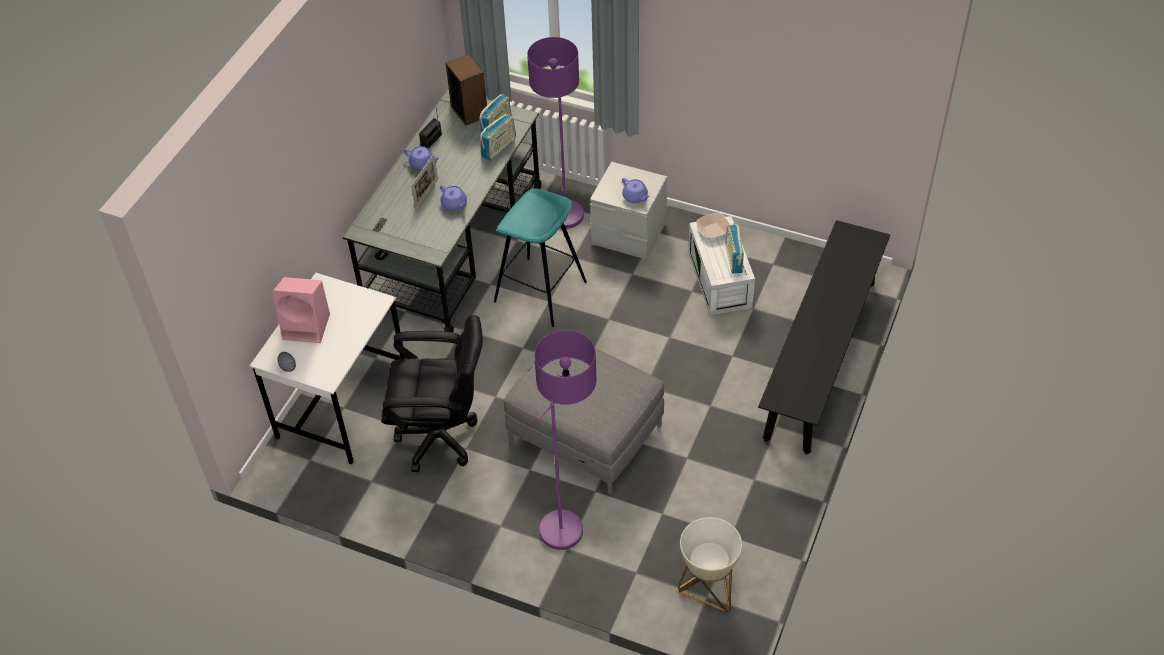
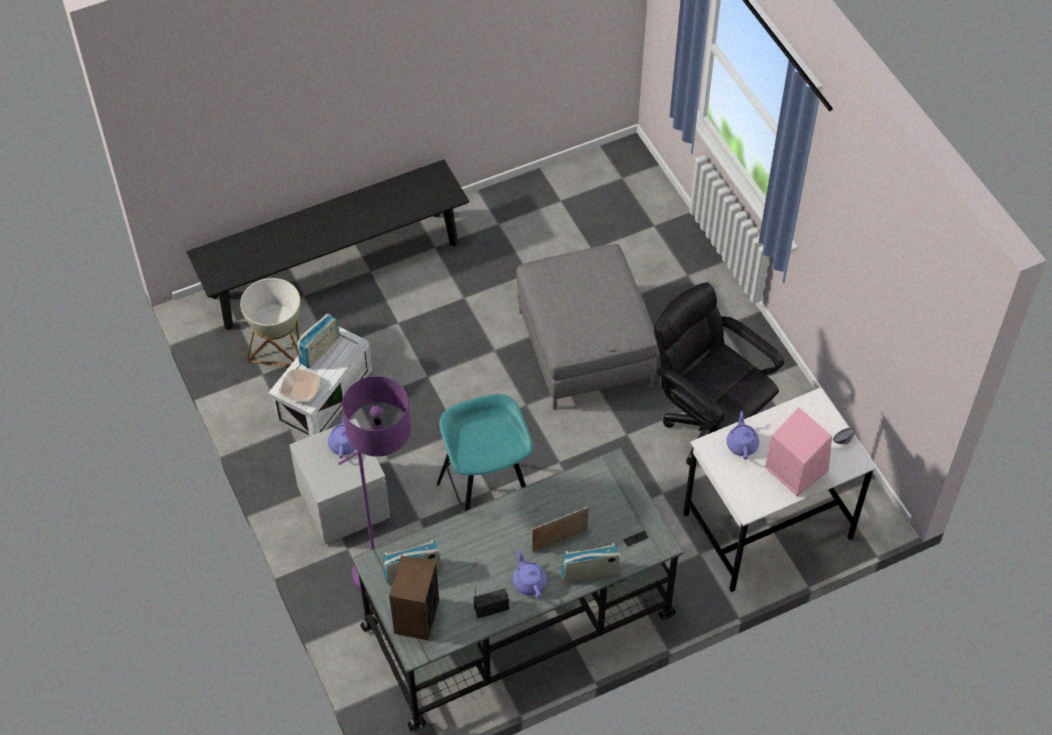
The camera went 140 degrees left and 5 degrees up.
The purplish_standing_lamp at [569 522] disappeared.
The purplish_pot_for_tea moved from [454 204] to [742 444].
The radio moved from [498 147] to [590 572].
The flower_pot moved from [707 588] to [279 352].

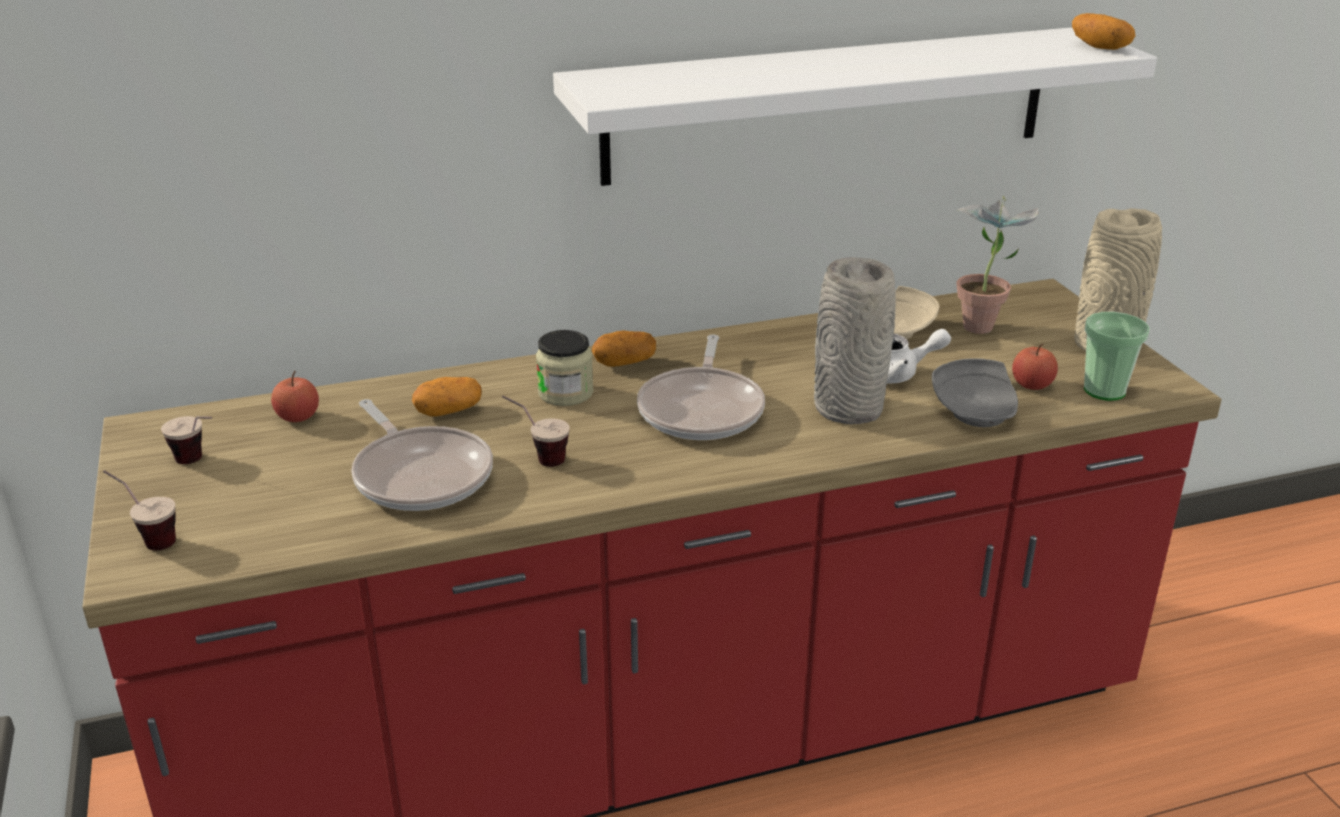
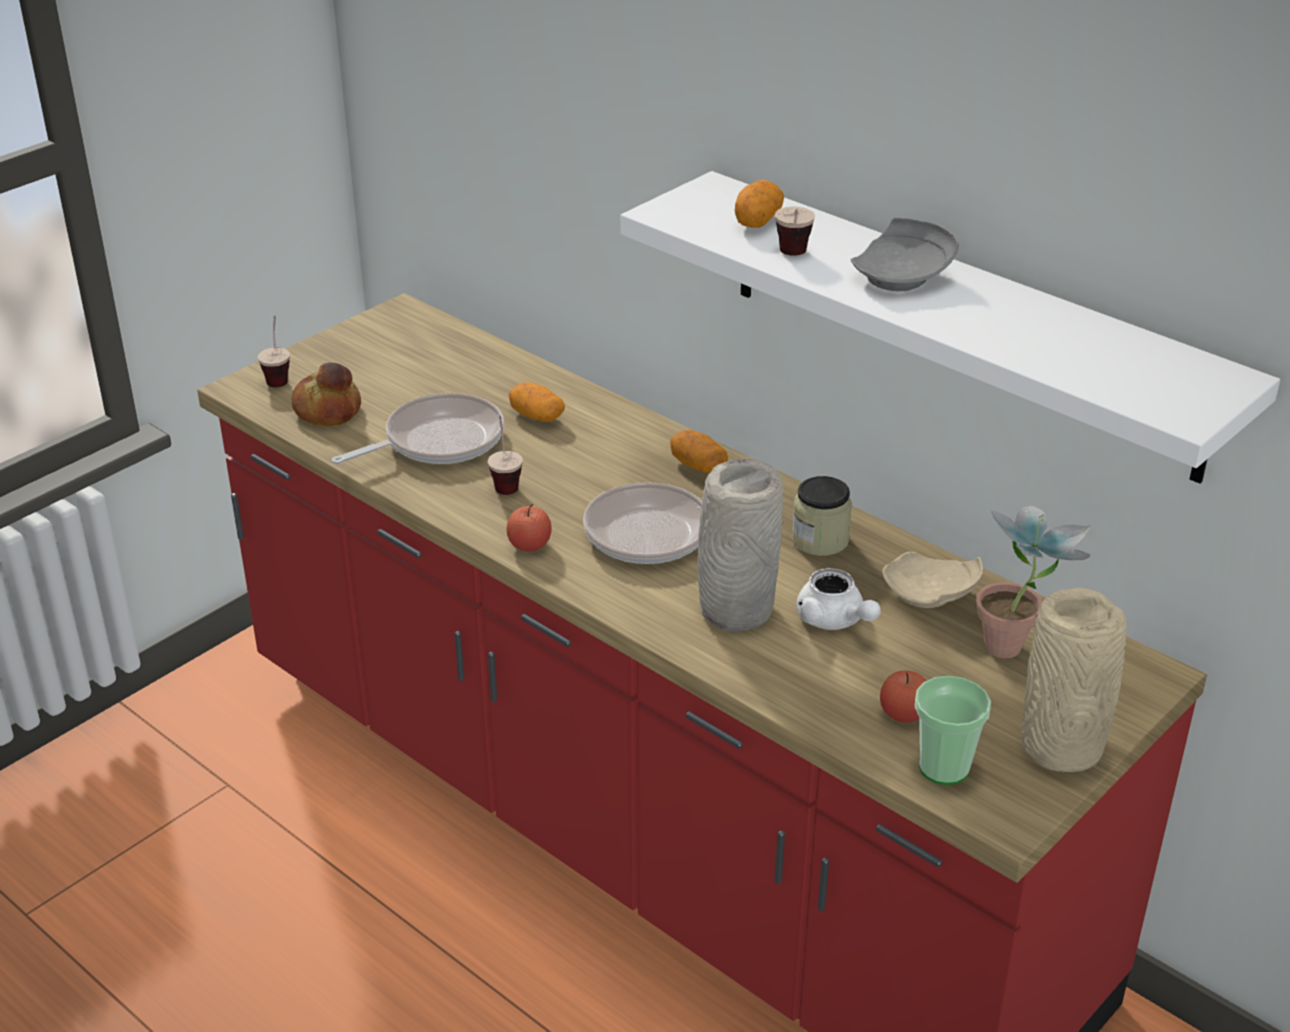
The camera went 60 degrees right and 5 degrees up.
The bread at [328 410] appeared.
The small_cup moved from [199 463] to [793 258].
The apple moved from [298 417] to [529 545].
The preserve_jar moved from [565 393] to [820 540].
The grey_dinner_plate moved from [976 410] to [903 276].
The whole_potato moved from [1100 47] to [757 221].
The frying_pan at [420 474] turned 150 degrees counterclockwise.

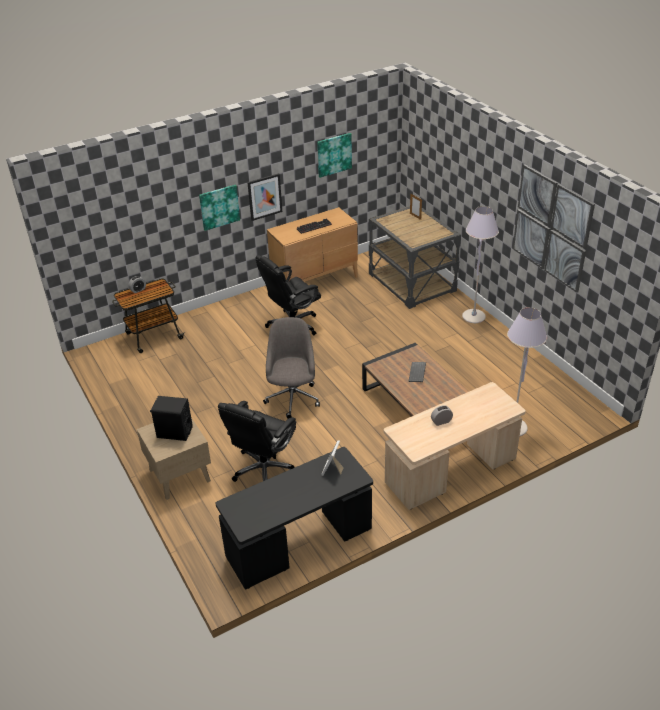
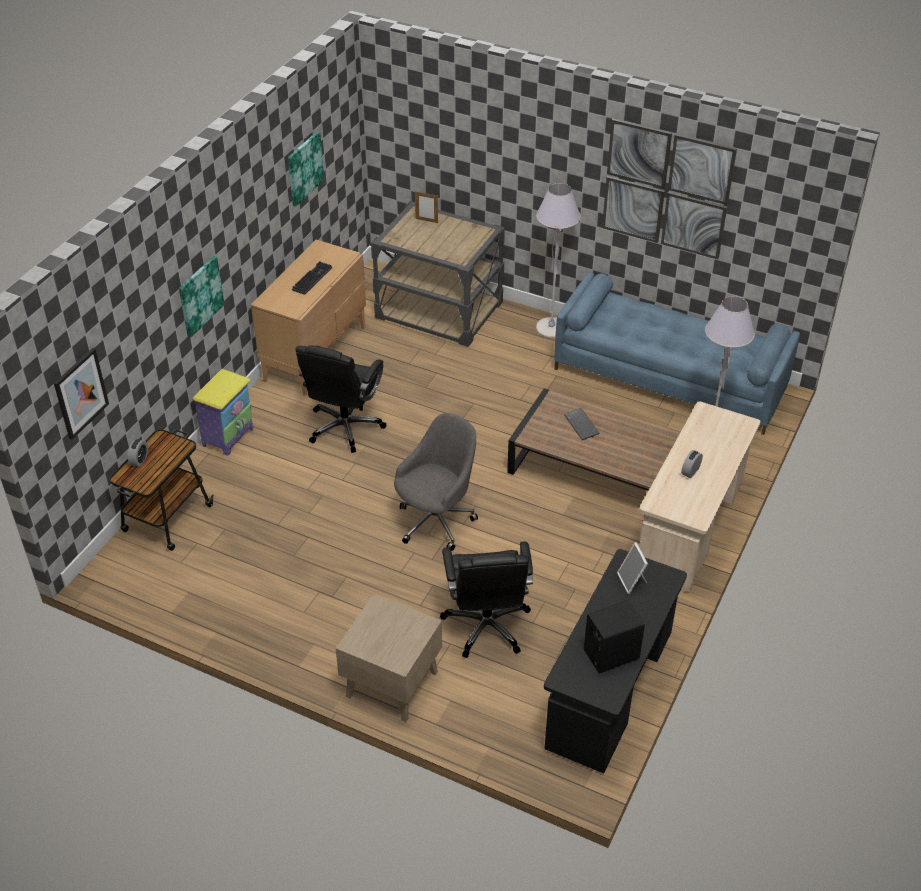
The camera went 35 degrees left and 5 degrees up.
The bedside_table at [230 437] appeared.
The blue-coloured_settee at [670 378] appeared.
The black_speaker moved from [174 432] to [611 654].
The picture moved from [264 196] to [80 393].
The grey_computer_chair at [292 398] turned 75 degrees clockwise.

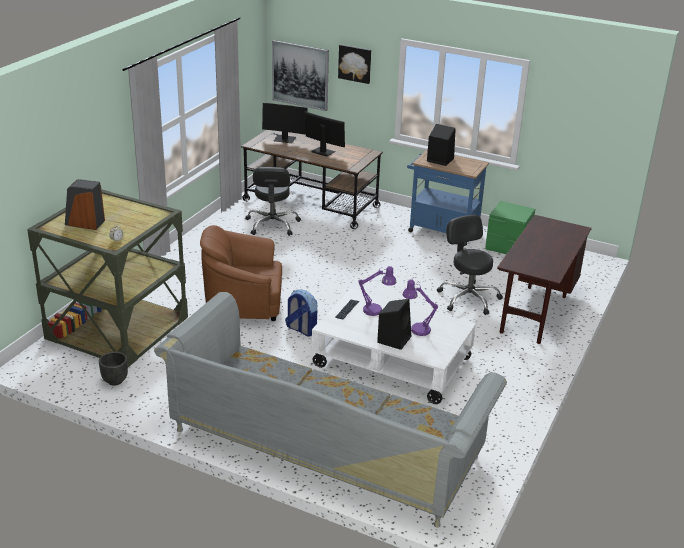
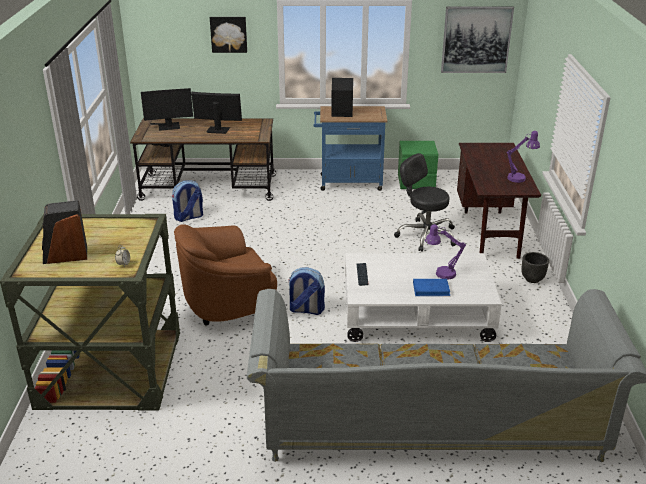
The camera went 25 degrees left and 0 degrees up.
The black_flower_pot moved from [114 381] to [532 279].
The picture moved from [300 75] to [476 40].
The purplish_table_lamp moved from [376 311] to [520 178].
The black_computer_chair at [272 226] was replaced by the rucksack at [189 217].
The black_speaker at [394 339] was replaced by the blue-coloured_book at [431 289].

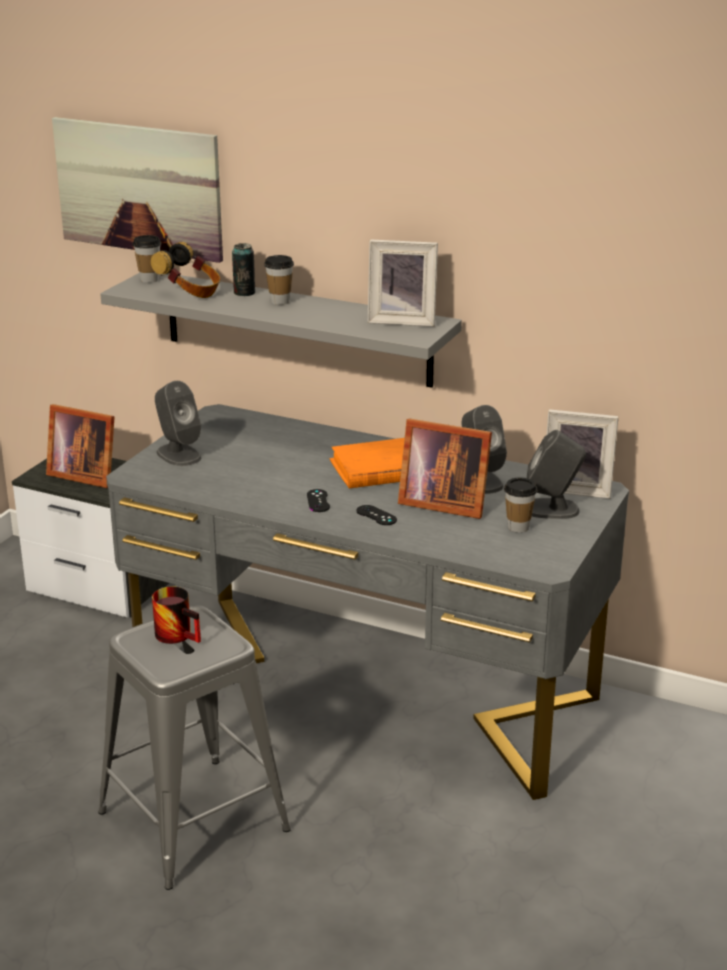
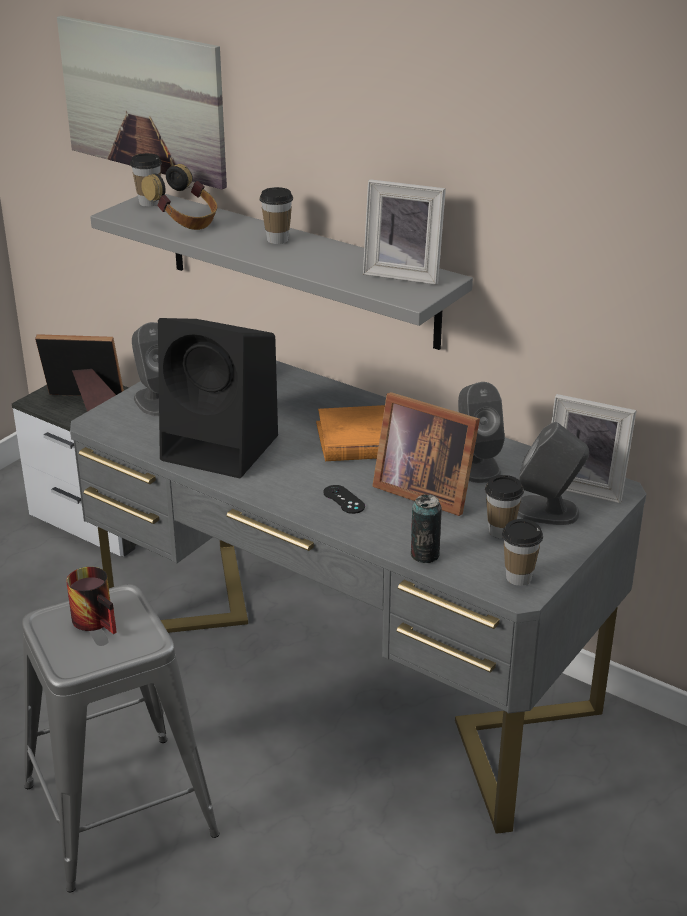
The camera went 10 degrees right and 5 degrees up.
The black_joypad at [318 501] disappeared.
The black_speaker at [223 448] appeared.
The small_cup at [518 578] appeared.
The can moved from [244 293] to [425 555].
The picture_frame at [83 474] turned 150 degrees clockwise.

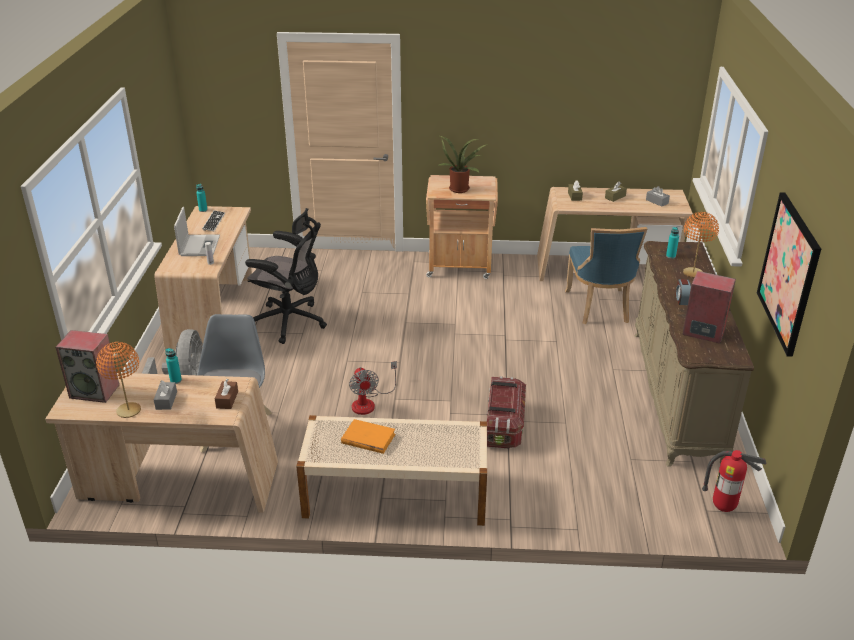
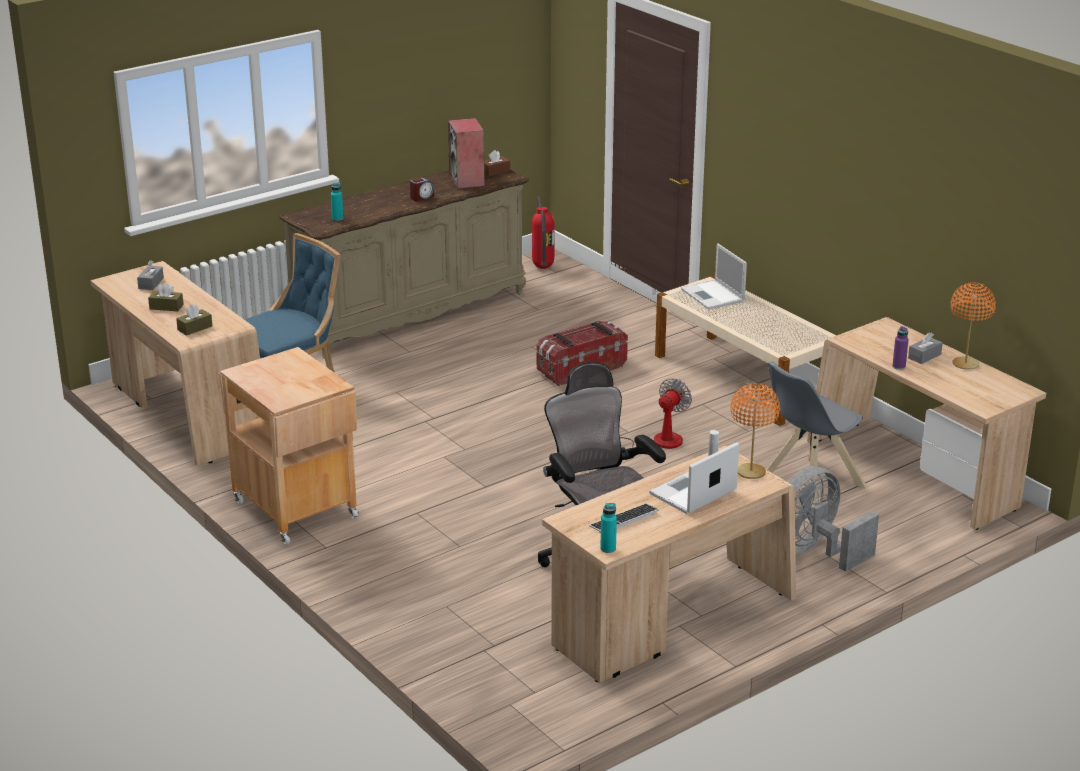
The camera went 130 degrees left and 5 degrees down.
The speaker at [95 391] disappeared.
The orangey_book at [368 439] disappeared.
The plant_in_a_pot at [460 188] disappeared.
The picture at [788 273] disappeared.
The laptop at [713 296] appeared.
The brownish_tissue_box moved from [227 400] to [495 171].
The orangey_table_lamp moved from [693 273] to [750 472].
The blue-green_drink_bottle at [176 380] became the purplish_drink_bottle at [898 366].

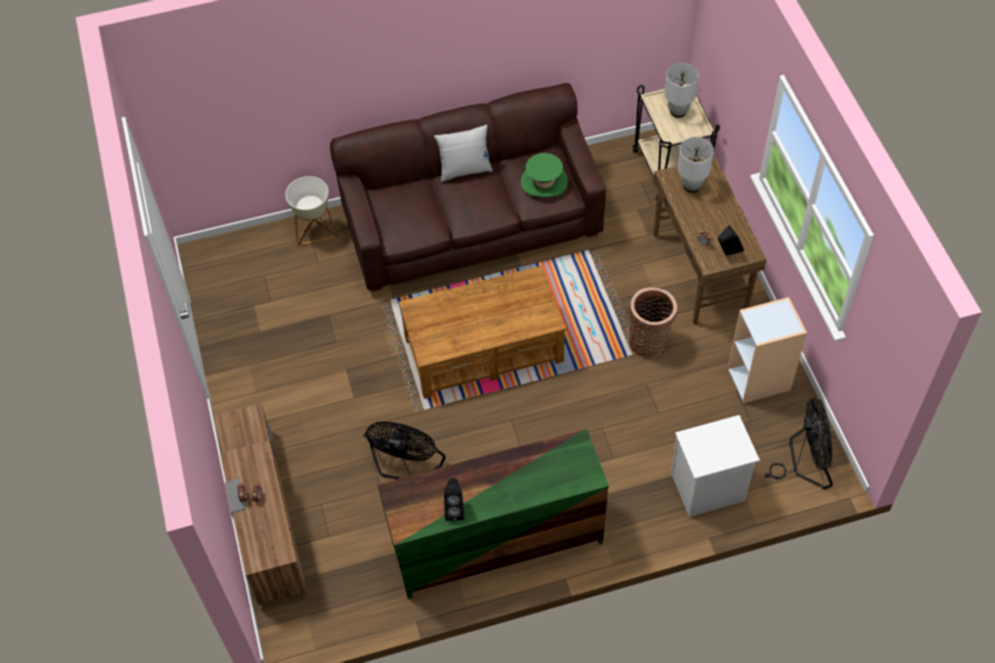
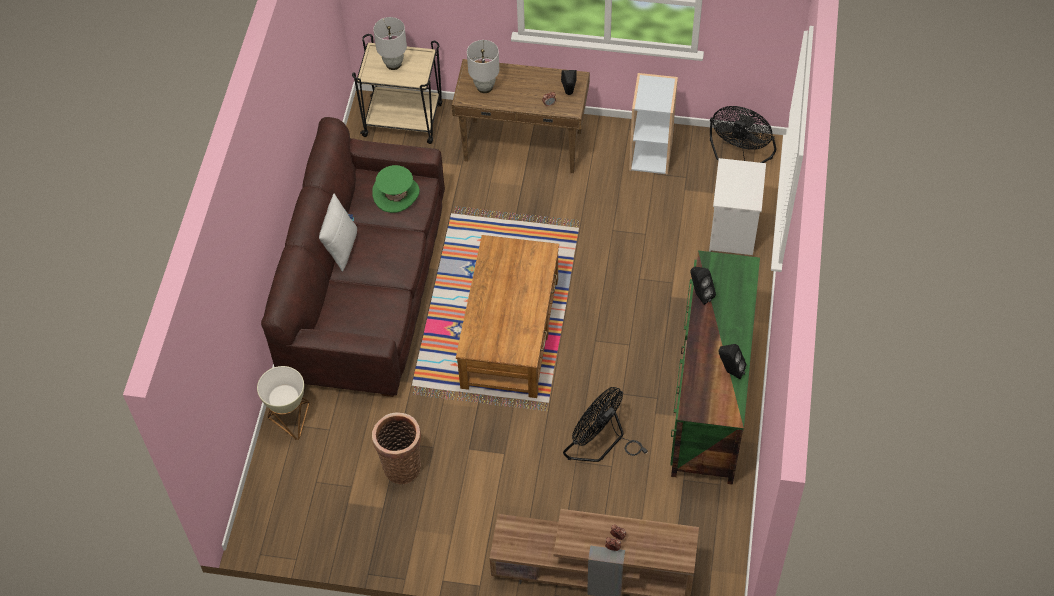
The camera went 65 degrees left and 0 degrees up.
The black_speaker at [700 295] appeared.
The household_basket moved from [649 341] to [401 465].

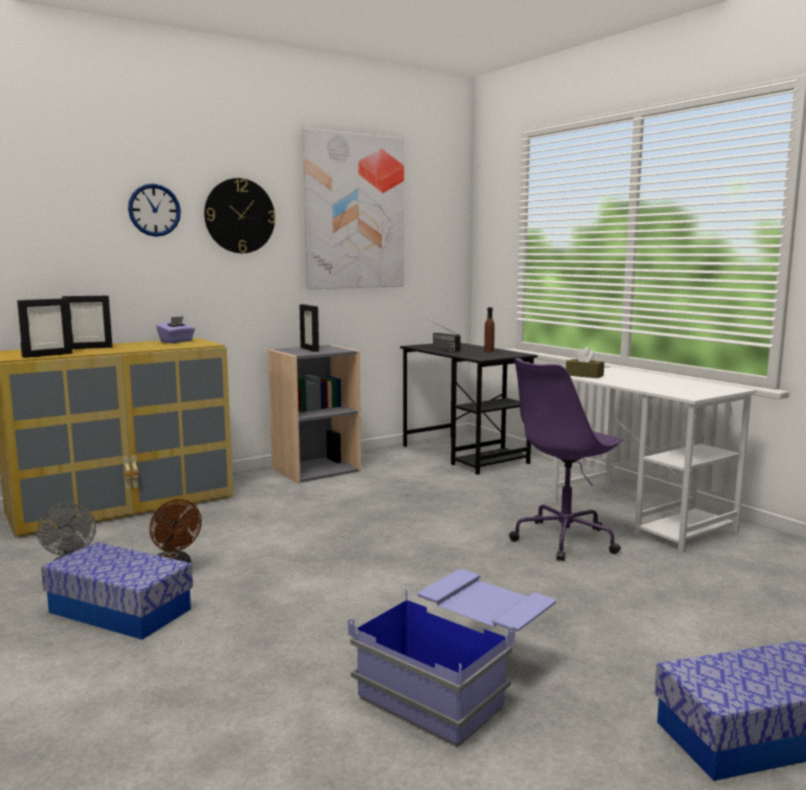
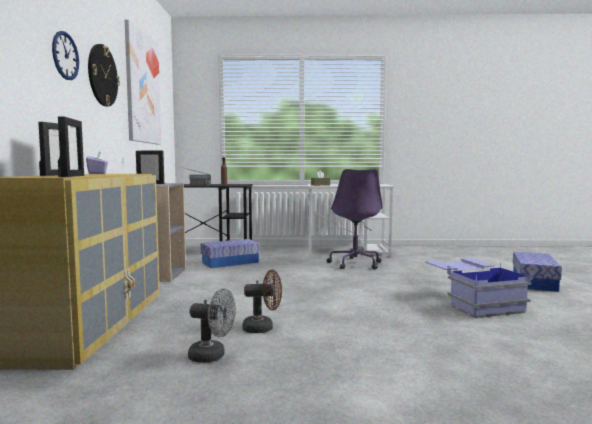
The camera went 55 degrees left and 5 degrees down.
The storage_bin moved from [120 611] to [230 262].

